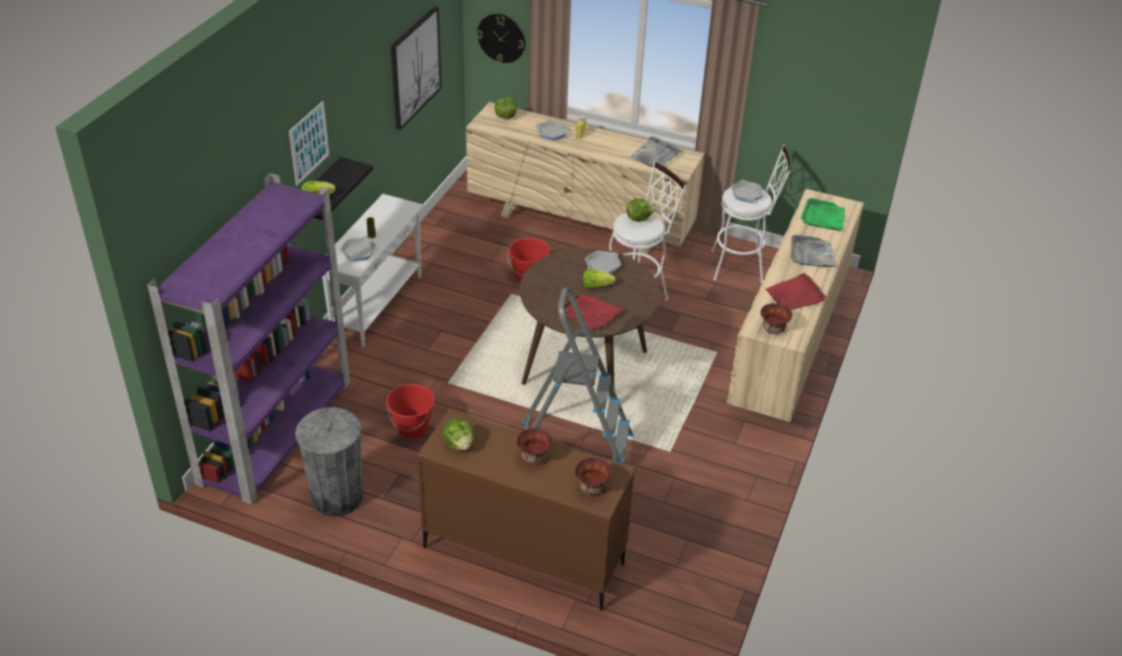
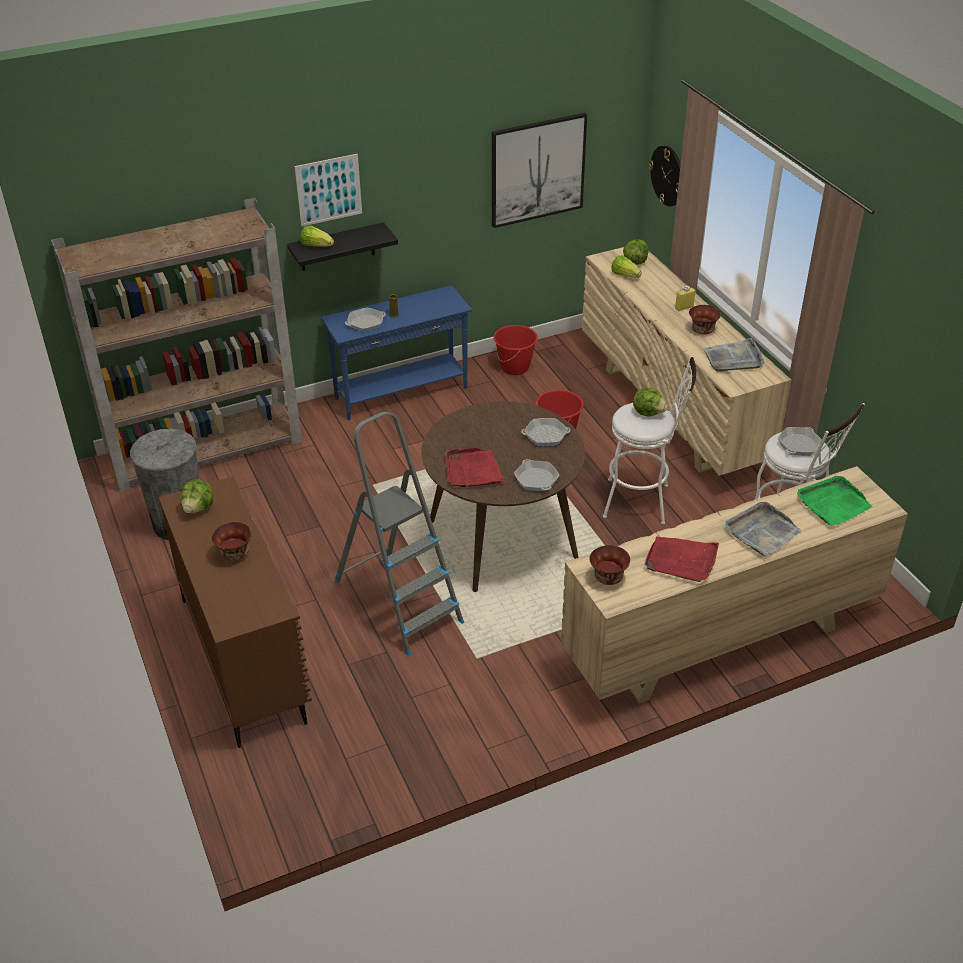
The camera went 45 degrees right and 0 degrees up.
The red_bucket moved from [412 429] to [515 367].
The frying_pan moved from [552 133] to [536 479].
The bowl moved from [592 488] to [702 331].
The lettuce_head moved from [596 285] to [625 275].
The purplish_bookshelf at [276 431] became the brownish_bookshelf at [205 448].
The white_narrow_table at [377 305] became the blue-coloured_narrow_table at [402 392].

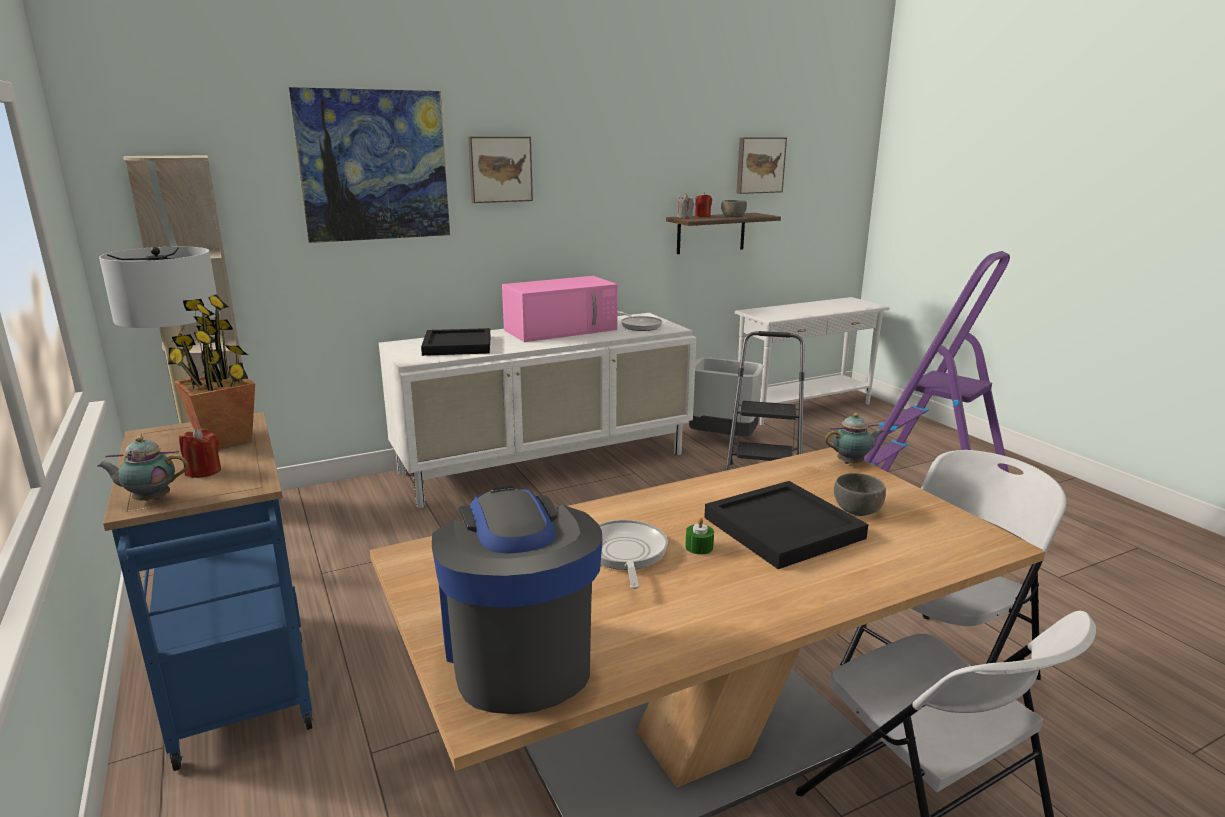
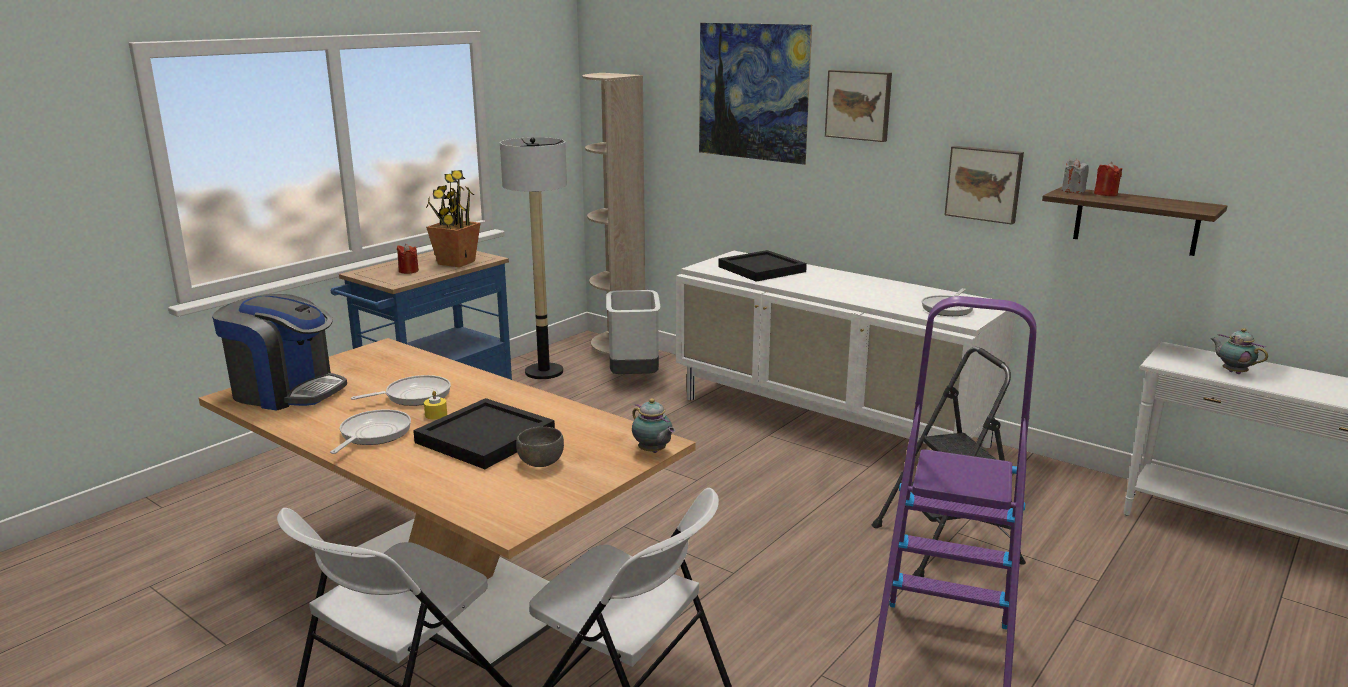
The camera went 65 degrees right and 0 degrees up.
The pink_kitchen_microwave at [562 329] disappeared.
The grey_bowl at [733 216] disappeared.
The frying_pan at [373 434] appeared.
The pot_for_tea moved from [150 500] to [1232 372].
The grey_waste_bin moved from [723 439] to [634 376].
The picture moved from [759 165] to [984 183].
The greenish_wax_candle at [699 547] became the yellow_wax_candle at [436 414].
The coffee_machine at [518 653] turned 60 degrees clockwise.

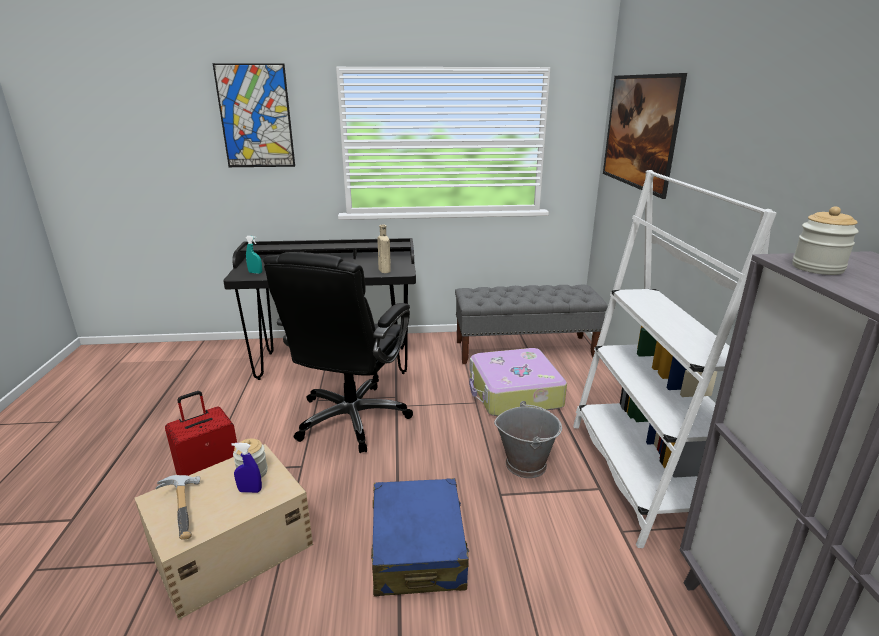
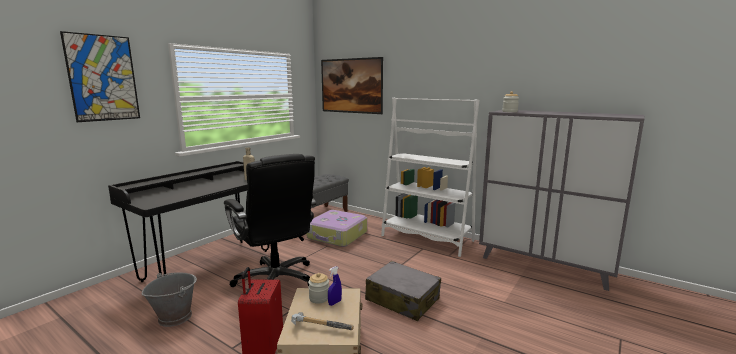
The camera went 50 degrees left and 10 degrees down.
The blue-green_spray_bottle at [255 273] disappeared.
The grey_bucket moved from [526 464] to [175 317].
The blue-coloured_piece_of_luggage at [418 549] became the grey_piece_of_luggage at [402 299].

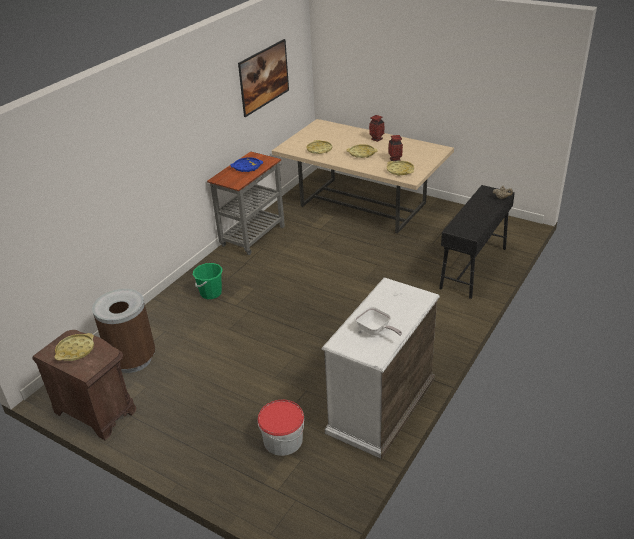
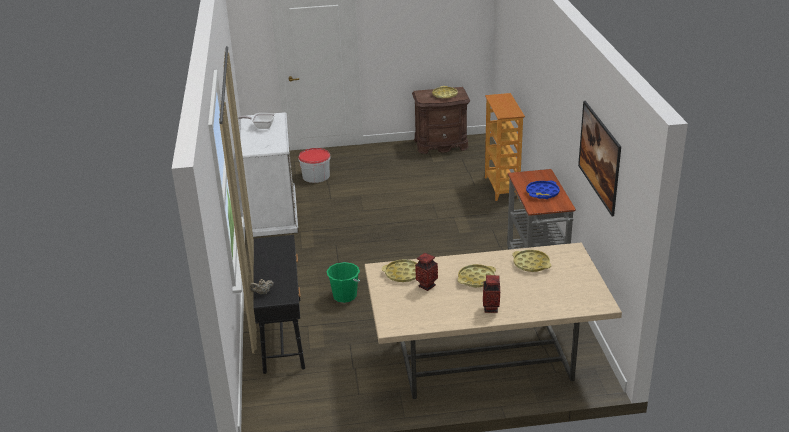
The camera went 140 degrees right and 5 degrees down.
The brownish_waste_bin at [132 359] disappeared.
The bookshelf at [502 188] appeared.
The greenish_bucket moved from [211 293] to [345 296].

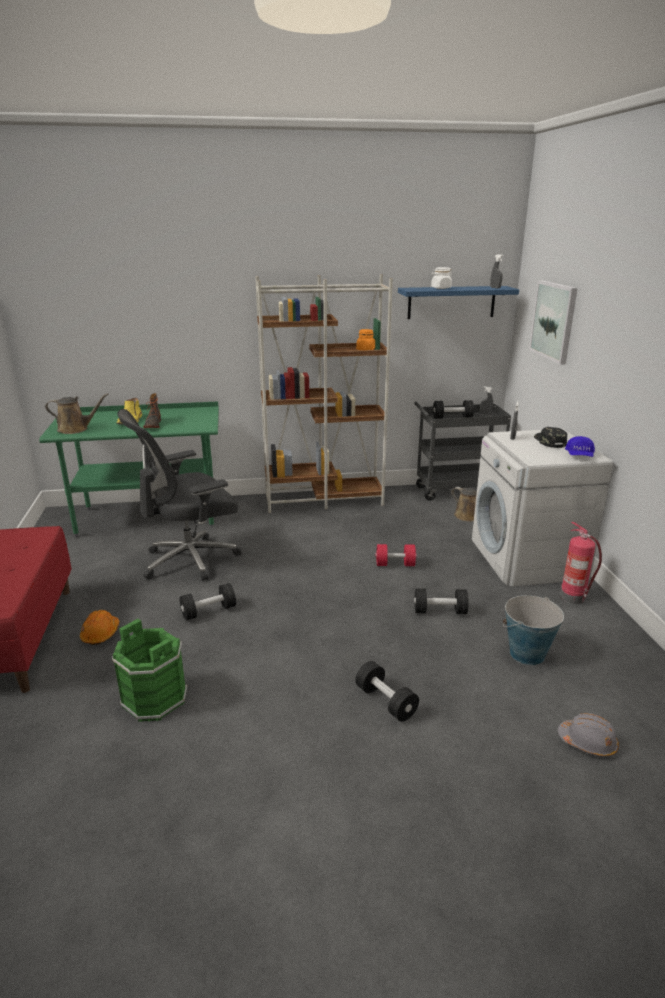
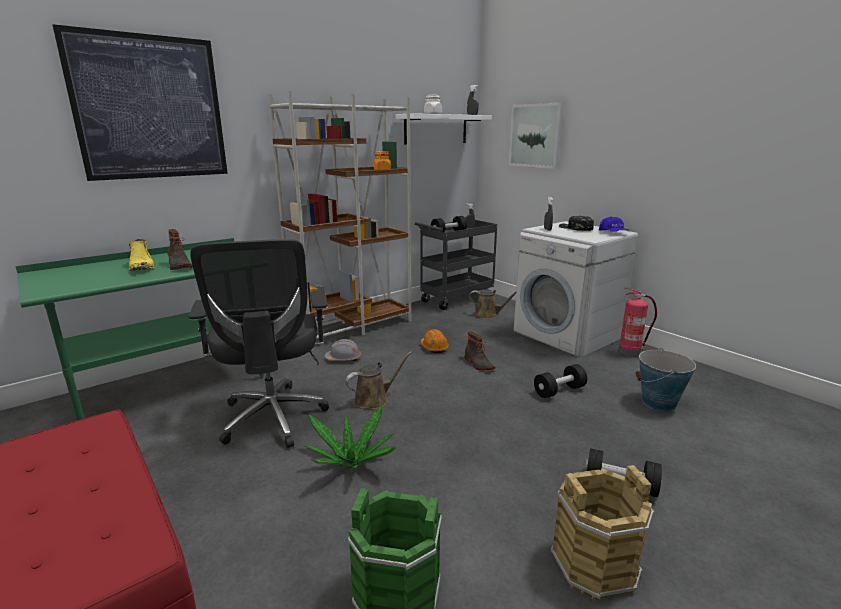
The camera went 30 degrees left and 5 degrees down.
The picture at [150 108] appeared.
The brownish_bucket at [594 565] appeared.
The brownish_watering_can moved from [76 429] to [374 399].
The orangey_work_helmet moved from [100 634] to [434 347].
The grey_work_helmet moved from [587 742] to [343 358].
The black_hand_weight at [209 611] was replaced by the plant_in_a_pot at [351 463].
The red_hand_weight at [395 564] was replaced by the boot at [478 364].
The blue-coloured_wall_shelf at [451 302] became the white_wall_shelf at [436 129].
The computer_chair at [191 559] turned 45 degrees counterclockwise.

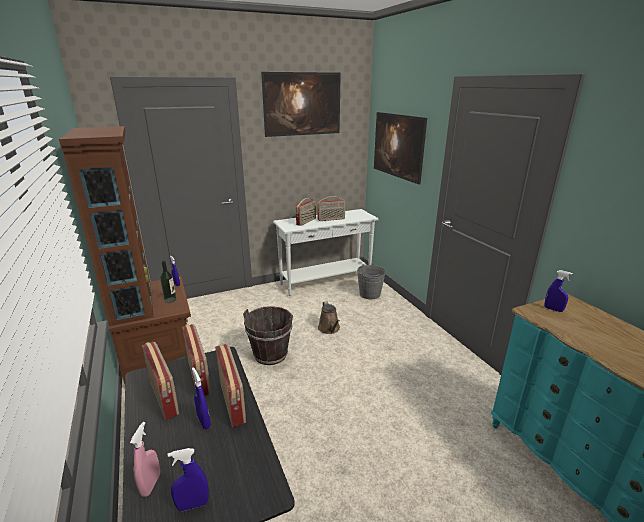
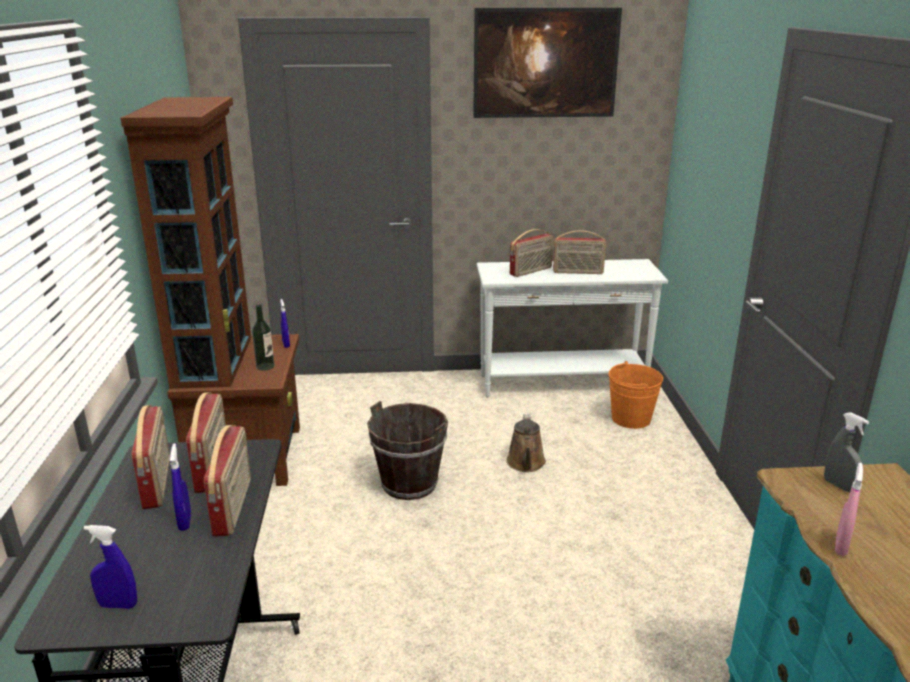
The camera went 20 degrees right and 0 degrees up.
The picture at [397 161] disappeared.
The pink_spray_bottle moved from [151 484] to [841 546].
The grey_bucket at [370 294] became the orangey_bucket at [631 418].
The blue-coloured_spray_bottle at [553 309] became the grey_spray_bottle at [838 485].

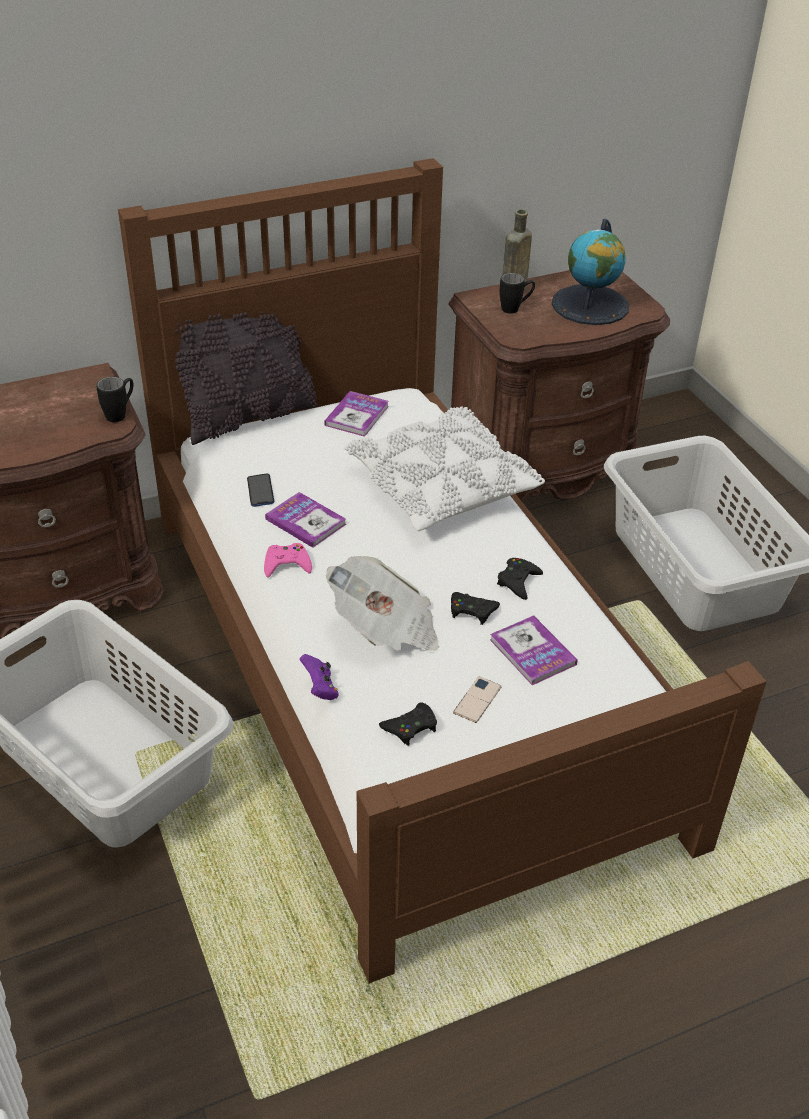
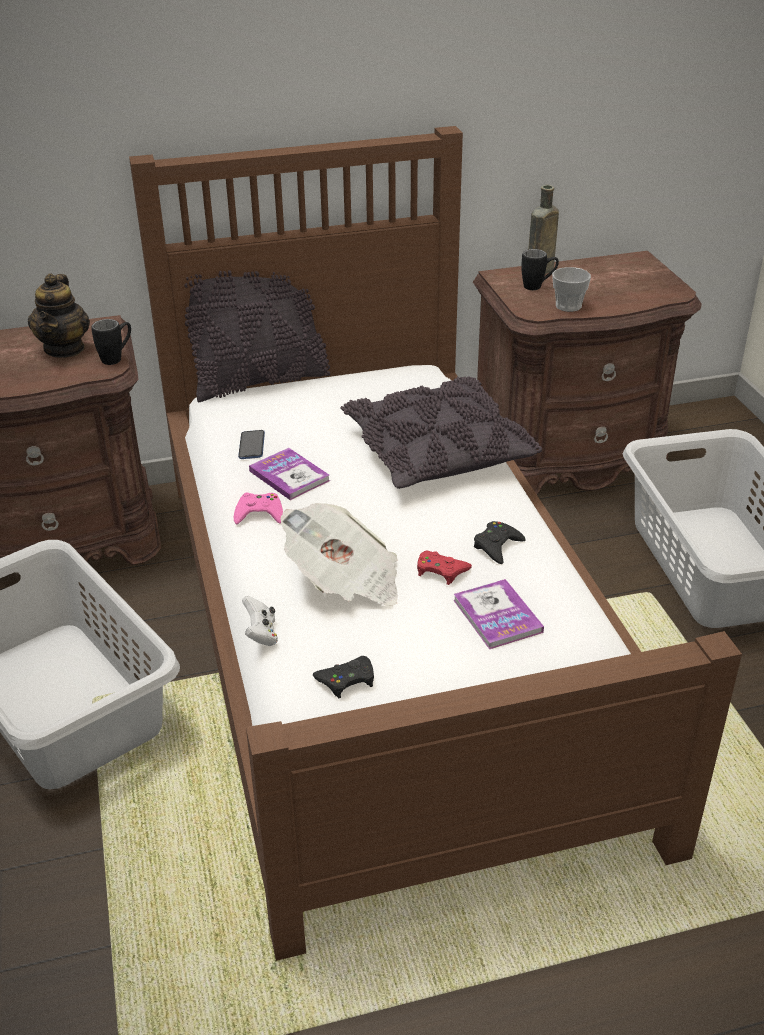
The camera went 10 degrees right and 5 degrees down.
The book at [357 415] disappeared.
The phone at [477 700] disappeared.
The world_globe at [590 305] disappeared.
The pot_for_tea at [65 349] appeared.
The small_cup at [568 306] appeared.
The purplish_joypad at [320 689] became the white_joypad at [261 634].
The white_throw_pillow at [441 485] became the black_throw_pillow at [437 451].
The black_joypad at [472 610] became the red_joypad at [441 571].

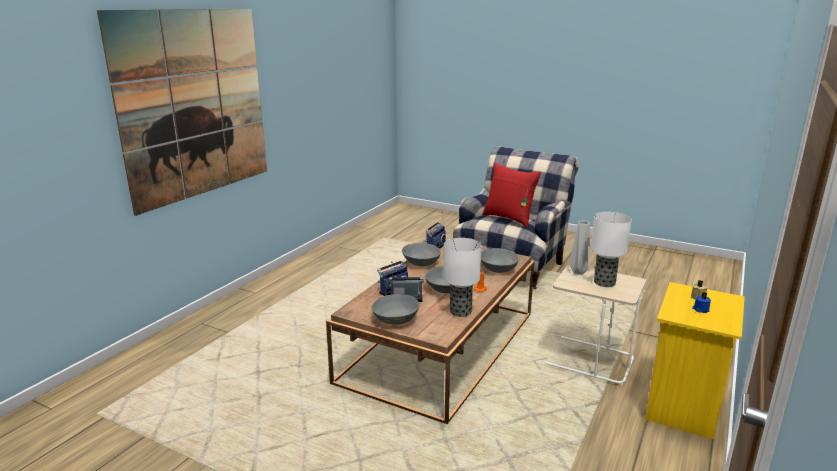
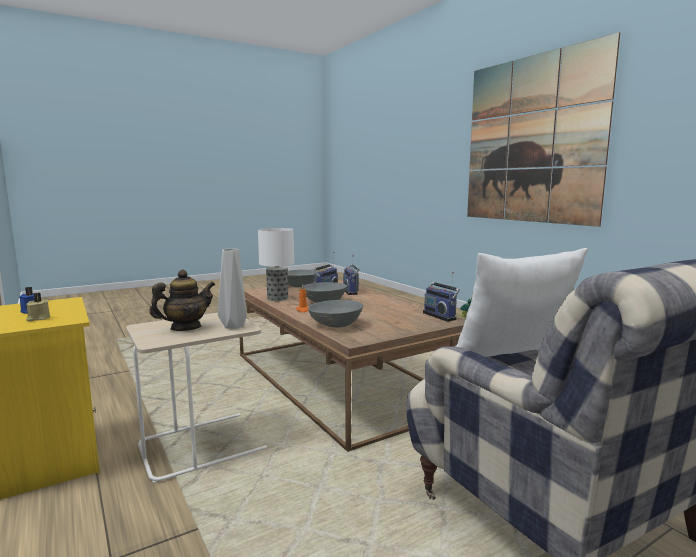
The camera went 120 degrees right and 10 degrees down.
The grey_bowl at [420 263] disappeared.
The table_lamp at [605 283] was replaced by the pot_for_tea at [185 328].
The red_throw_pillow at [508 219] became the white_throw_pillow at [513 361].

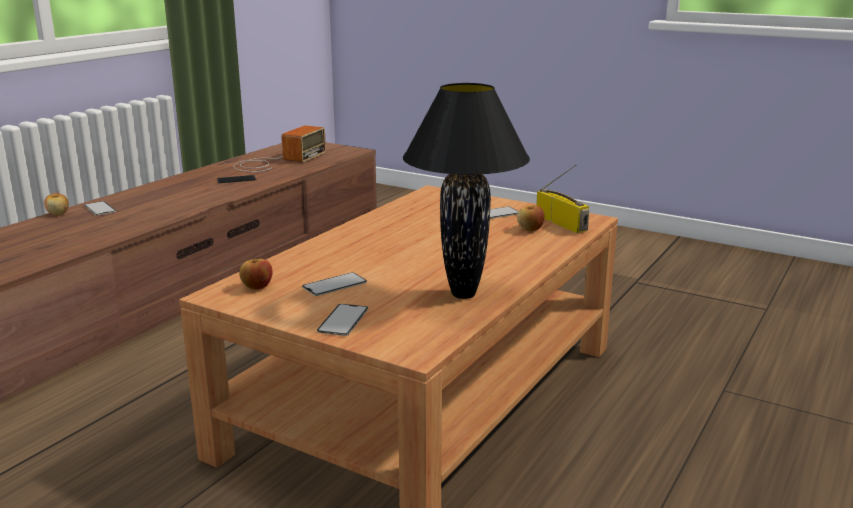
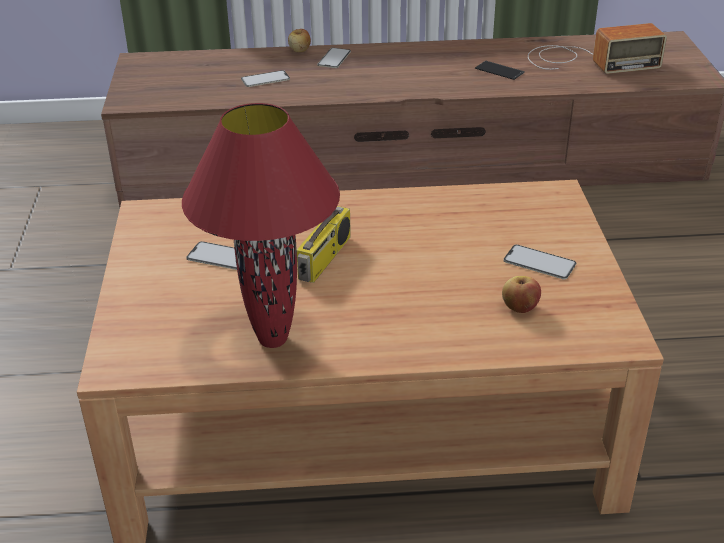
The camera went 55 degrees right and 15 degrees up.
The apple at [257 287] disappeared.
The phone moved from [343 320] to [265 79].
The radio moved from [562 223] to [325 259].
The black_table_lamp at [464 295] became the red_table_lamp at [272 340].

